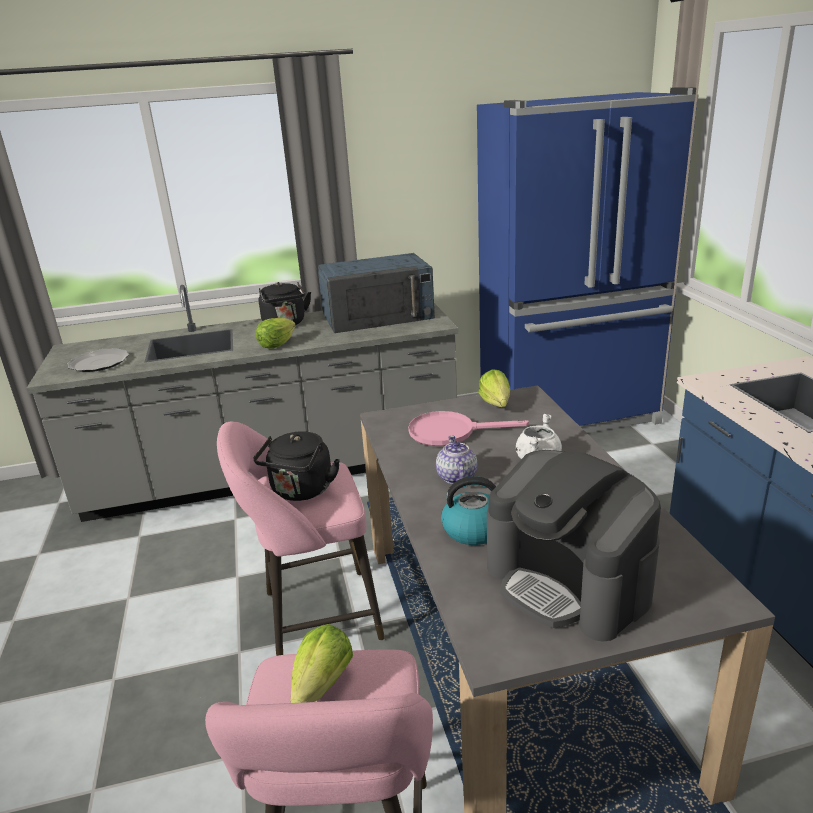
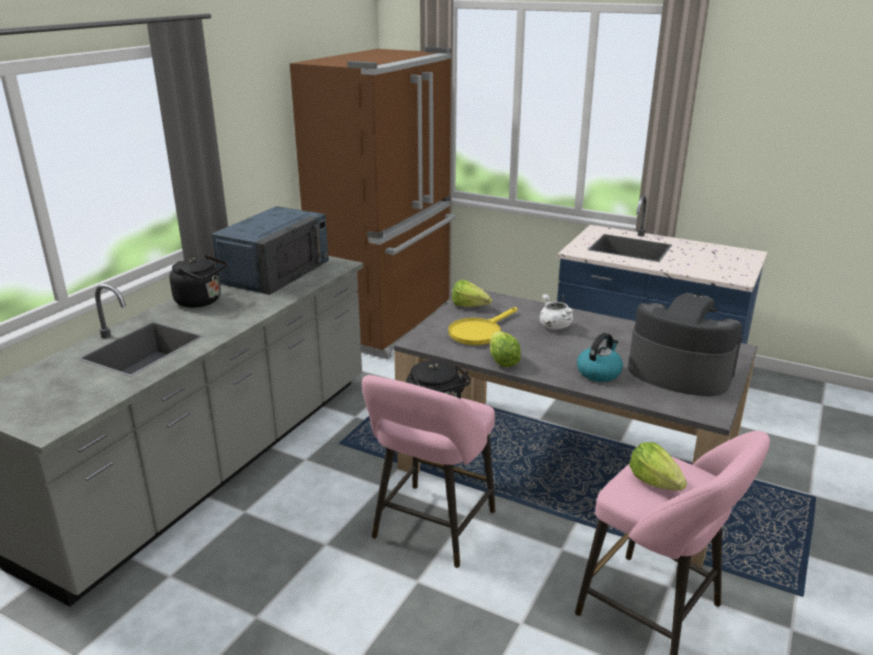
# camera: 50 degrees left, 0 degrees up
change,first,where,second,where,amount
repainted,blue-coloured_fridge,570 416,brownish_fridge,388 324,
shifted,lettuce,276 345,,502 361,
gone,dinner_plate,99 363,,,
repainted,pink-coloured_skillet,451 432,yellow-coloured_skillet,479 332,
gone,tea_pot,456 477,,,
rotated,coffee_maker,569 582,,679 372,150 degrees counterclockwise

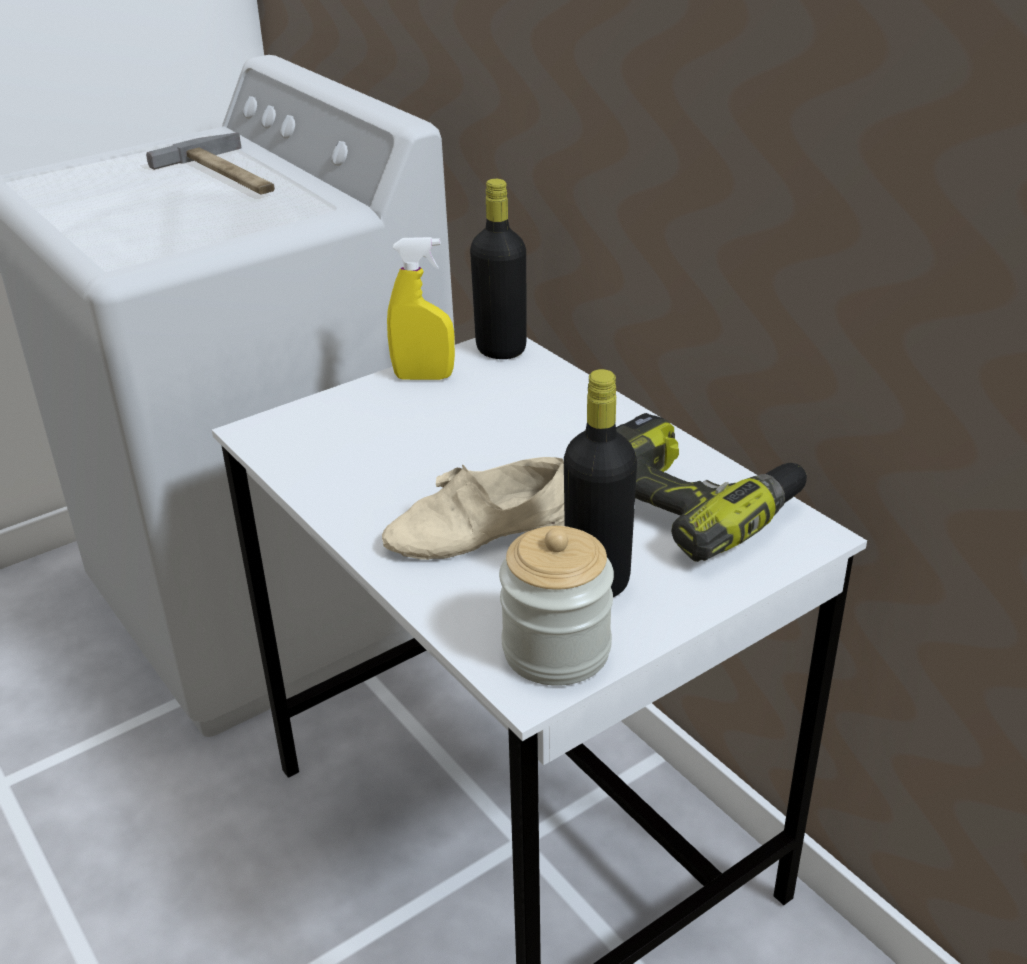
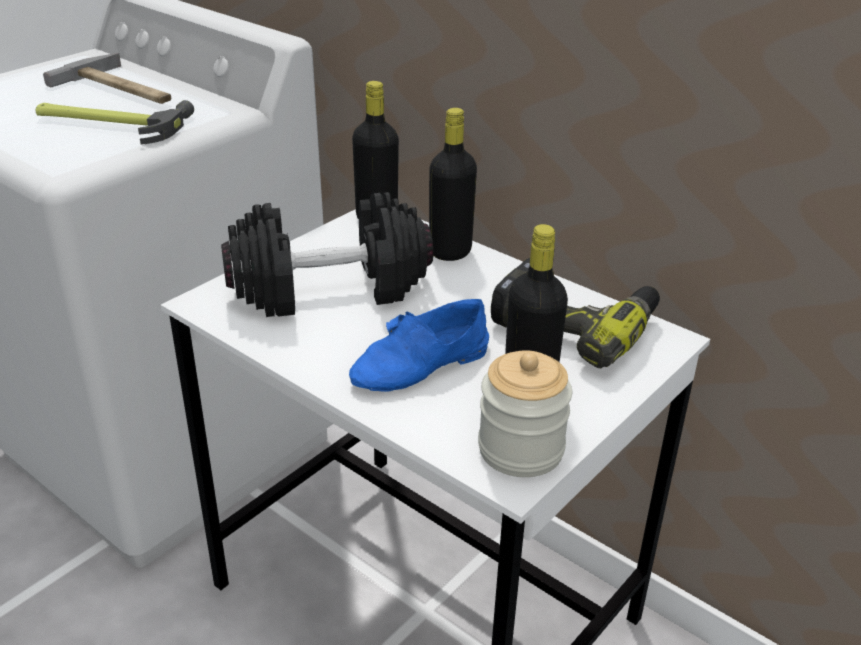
# camera: 15 degrees left, 0 degrees up
change,first,where,second,where,amount
gone,yellow-coloured_hand_sprayer,424 377,,,
repainted,beige-coloured_low_shoe,479 533,blue-coloured_low_shoe,422 365,
new,,,hammer,108 123,
new,,,blackish_drink_bottle,450 251,
new,,,blackish_free_weight,330 288,

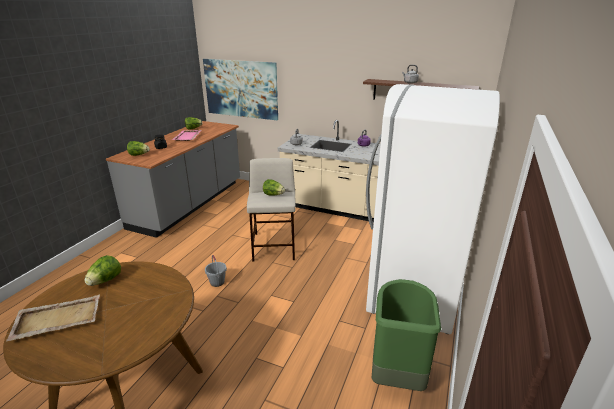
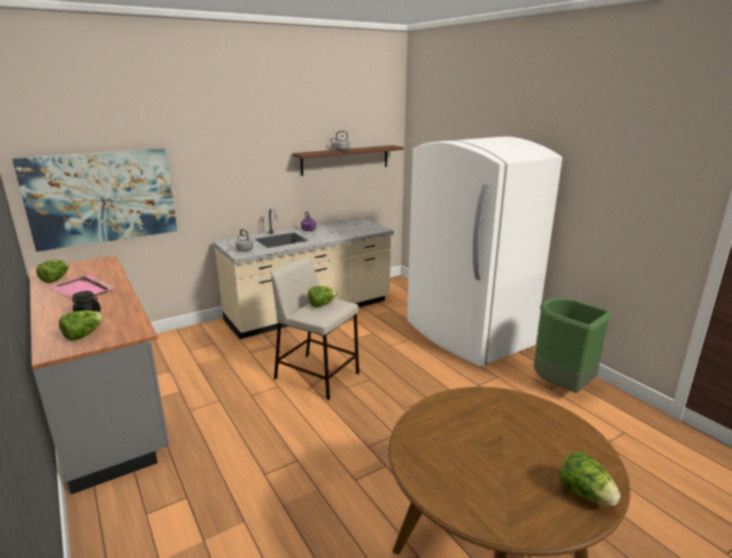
# camera: 55 degrees left, 5 degrees down
change,first,where,second,where,amount
shifted,lettuce,105 281,,585 494,
gone,greyish_water_bucket,217 282,,,
gone,beige-coloured_tray,56 319,,,

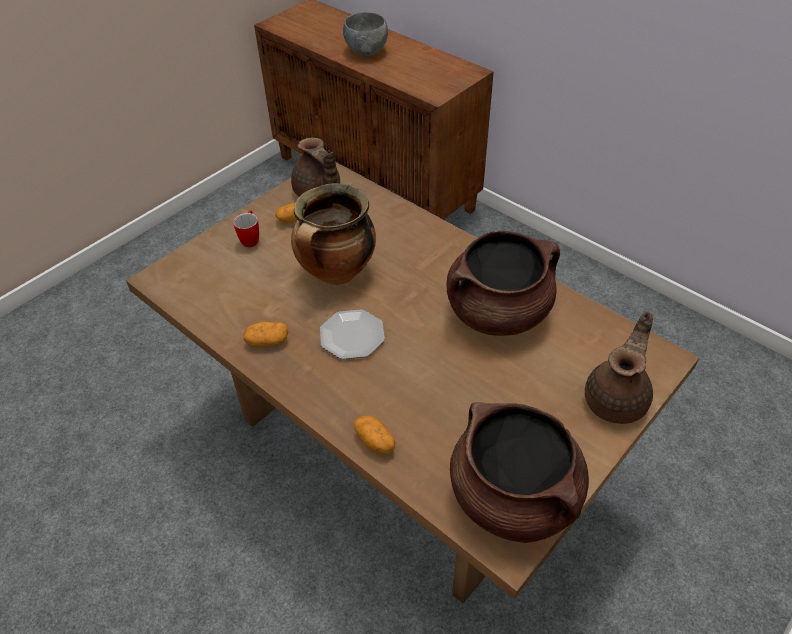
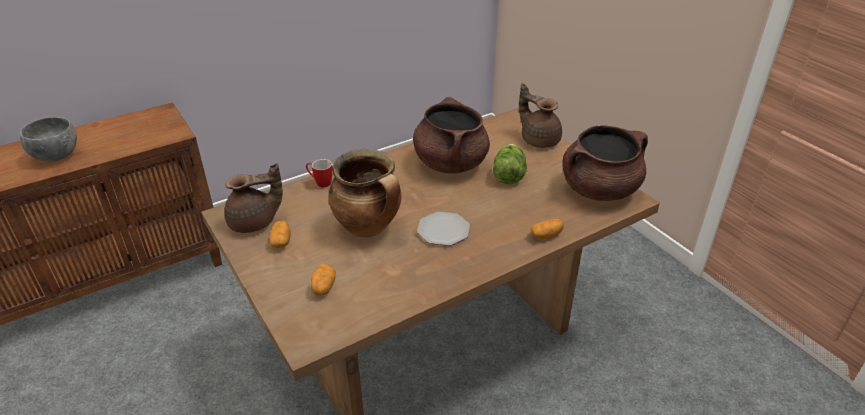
# camera: 75 degrees left, 10 degrees down
change,first,where,second,where,amount
shifted,coffee_mug,251 239,,320 183,
shifted,potato,267 341,,323 287,
new,,,lettuce,508 174,

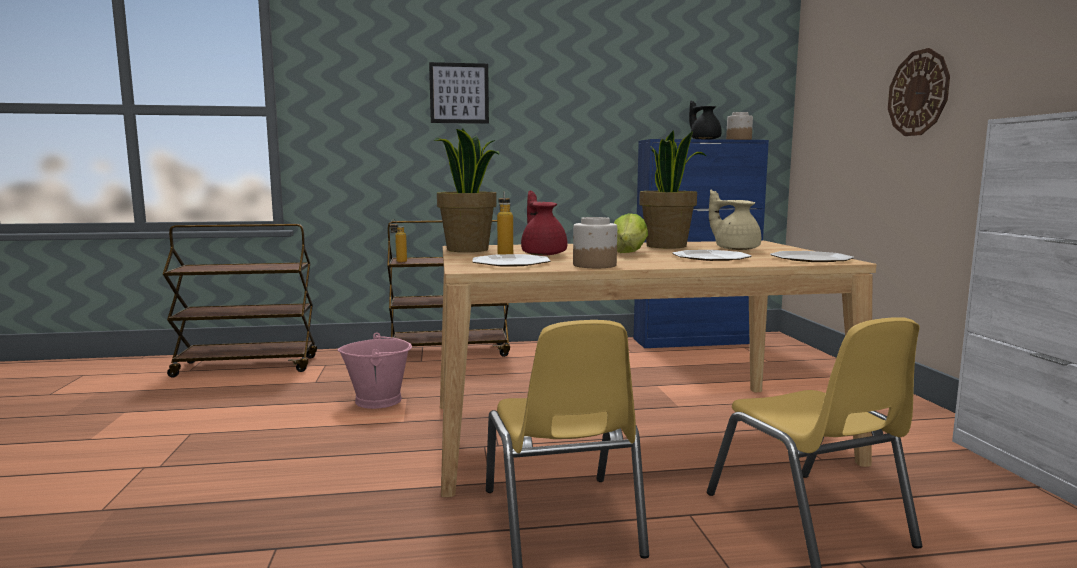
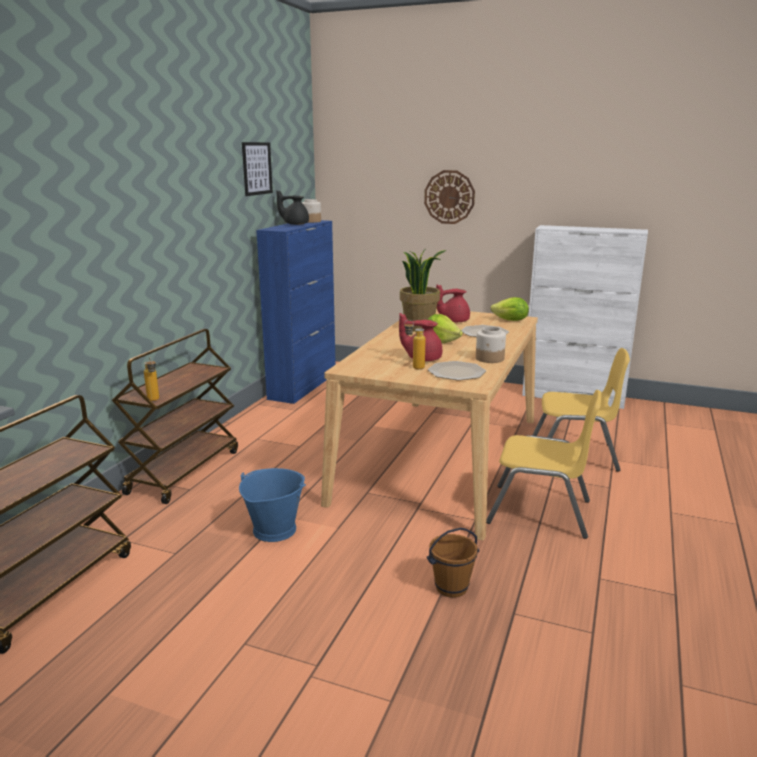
# camera: 60 degrees left, 10 degrees up
change,first,where,second,where,amount
shifted,wall_picture,459 93,,257 168,
gone,houseplant,468 250,,,
repainted,beige-coloured_tea_pot,735 249,reddish_tea_pot,453 321,
swapped,dinner_plate,810 259,lettuce,510 321,
repainted,pink-coloured_water_bucket,379 400,blue-coloured_water_bucket,274 529,
new,,,brownish_water_bucket,451 587,

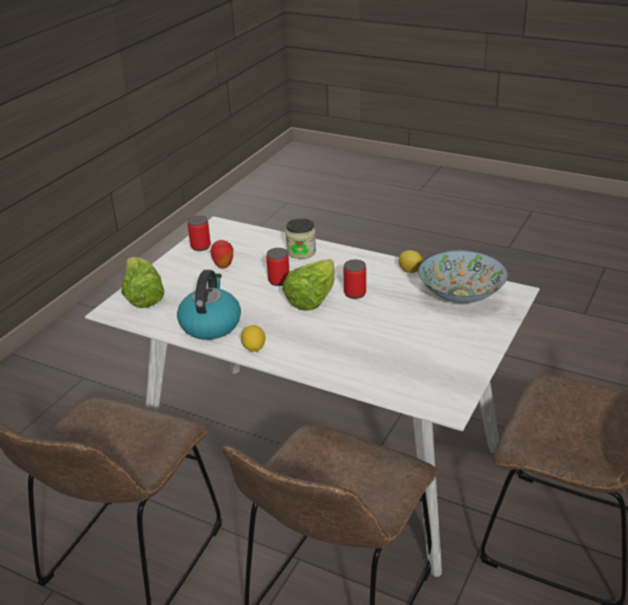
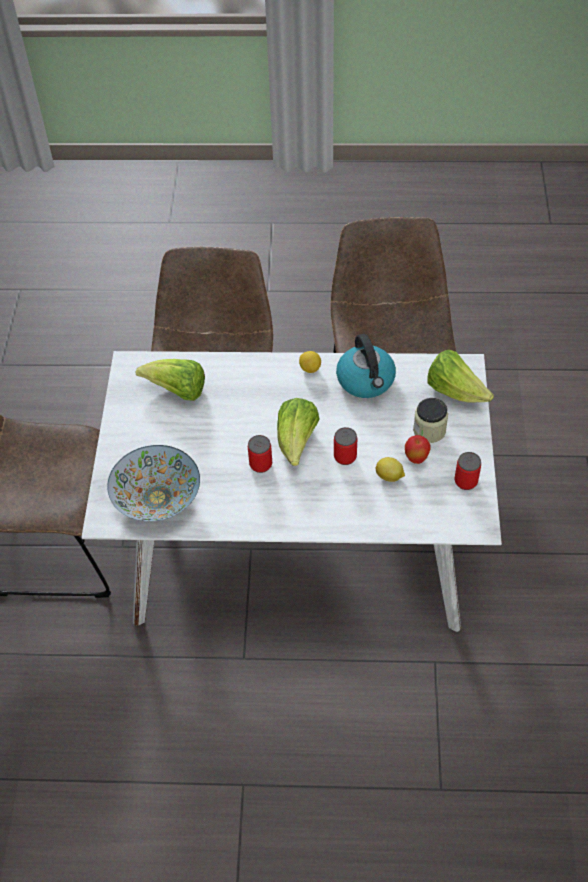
# camera: 155 degrees right, 20 degrees up
change,first,where,second,where,amount
shifted,preserve_jar,301 252,,429 430,
shifted,citrus_fruit,409 270,,389 476,
new,,,lettuce,177 391,

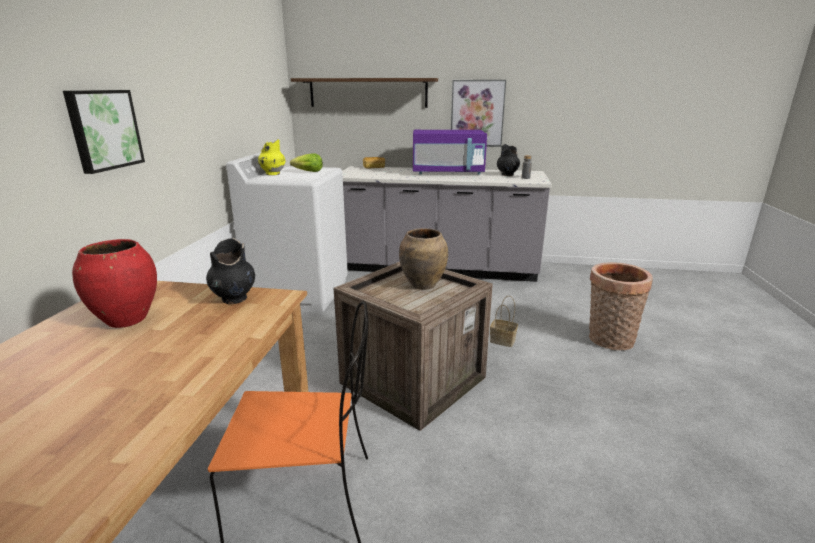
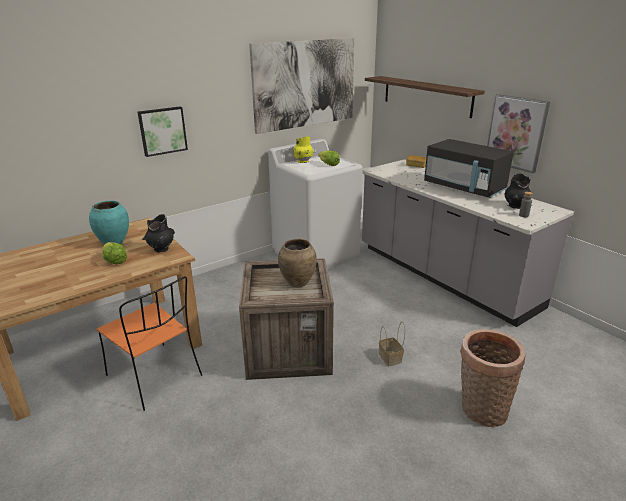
# camera: 45 degrees right, 5 degrees up
change,first,where,second,where,amount
repainted,purplish_microwave,447 172,blackish_microwave,464 188,
repainted,reddish_flower_vase,126 320,turquoise_flower_vase,114 242,
new,,,wall_picture,305 84,
new,,,lettuce,114 260,

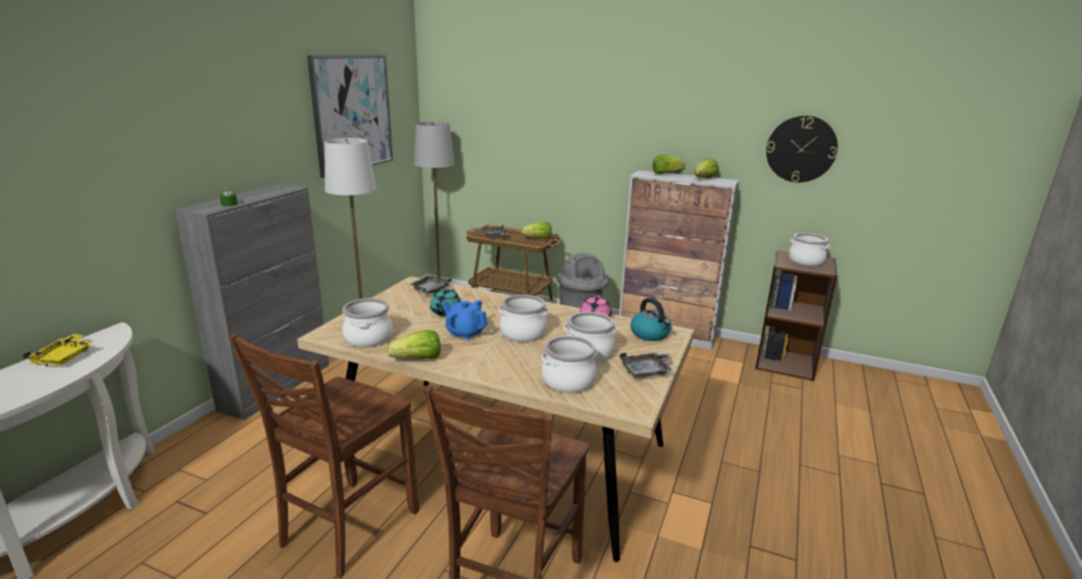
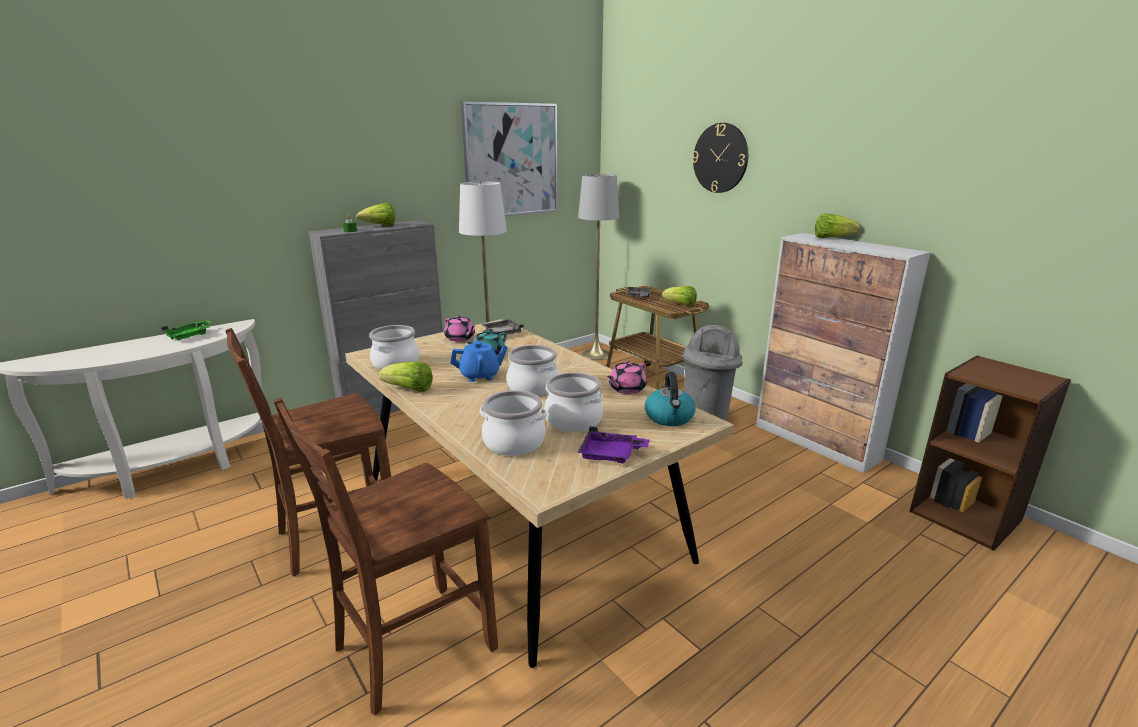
# camera: 30 degrees right, 0 degrees up
change,first,where,second,where,amount
shifted,wall_clock,801 149,,720 158,
shifted,lettuce,703 179,,380 226,
gone,saucepot,806 261,,,
rotated,blue-coloured_tea_pot,465 333,,480 376,105 degrees clockwise
repainted,yellow-coloured_tray,64 357,green_tray,190 336,
repainted,greyish_tray,646 372,purplish_tray,610 455,
new,,,pink-coloured_tea_pot,460 338,

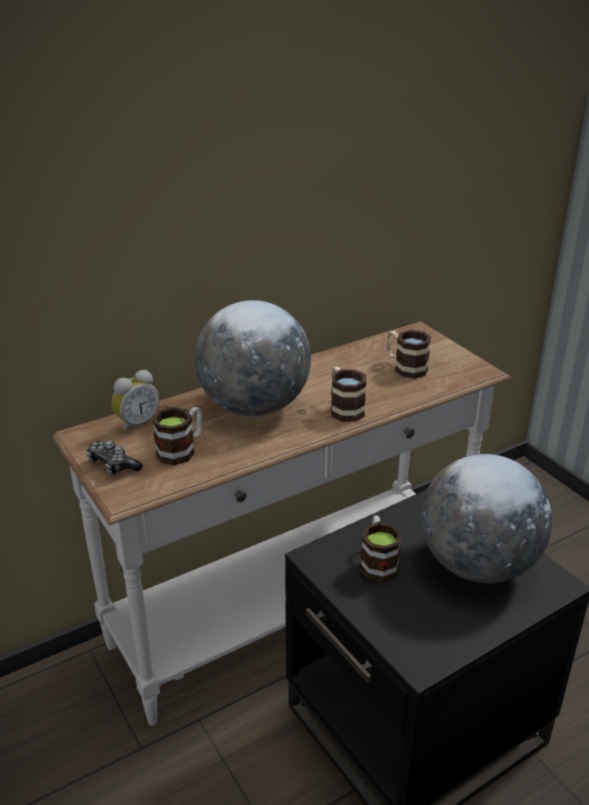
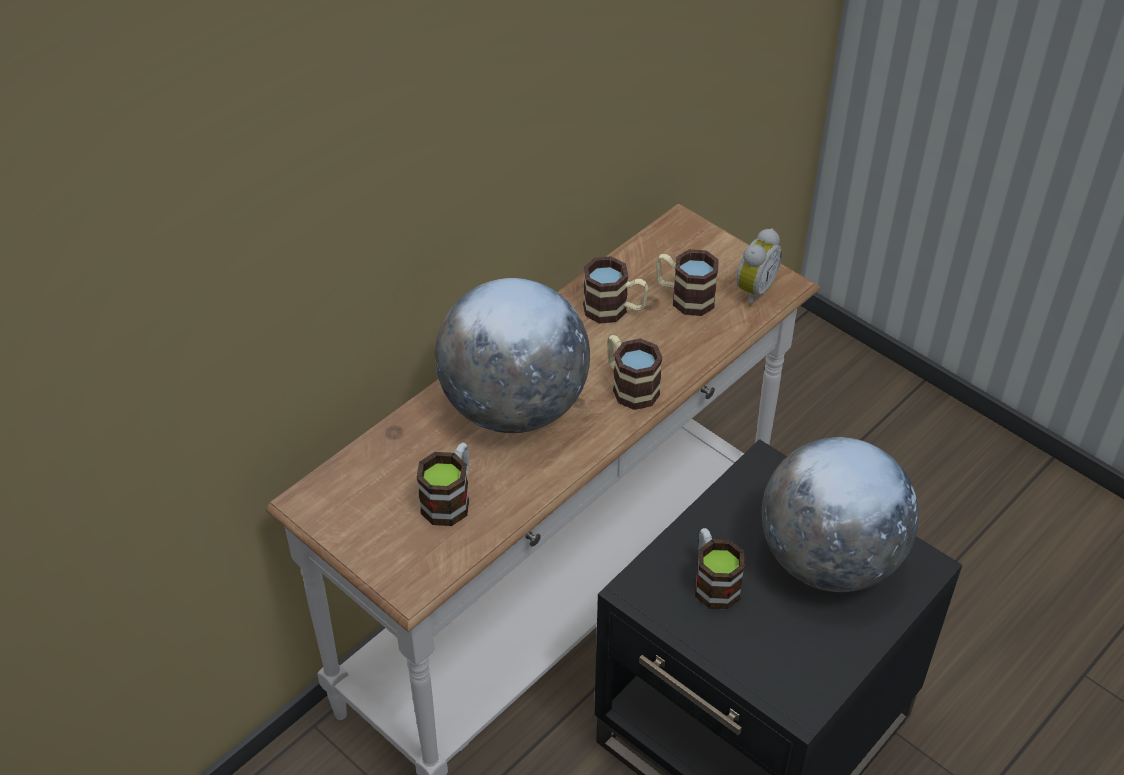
# camera: 15 degrees left, 15 degrees up
change,first,where,second,where,amount
shifted,bedside_clock,136 423,,752 290,
gone,joypad,113 465,,,
new,,,coffee_mug,614 310,

